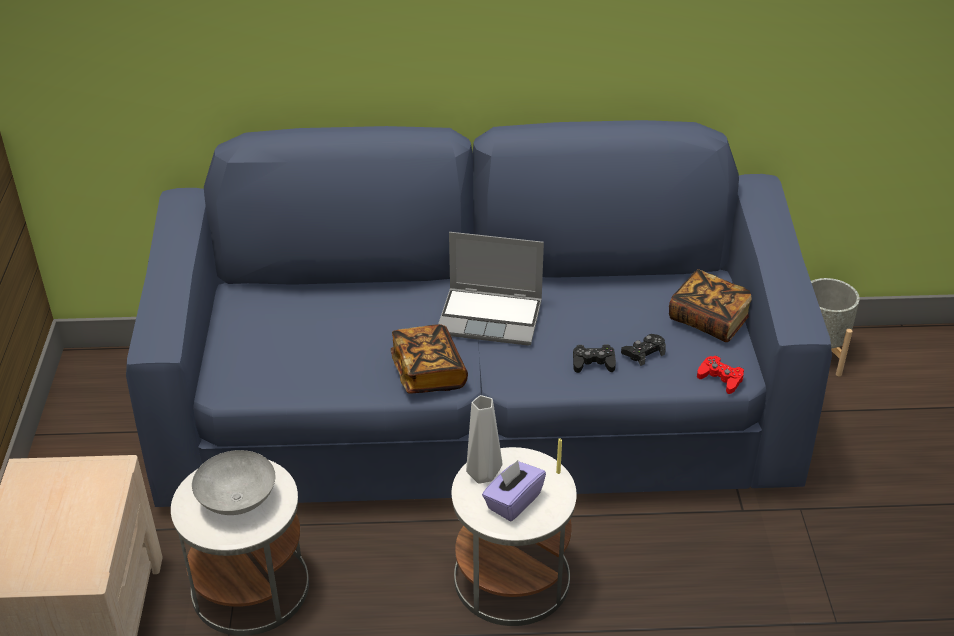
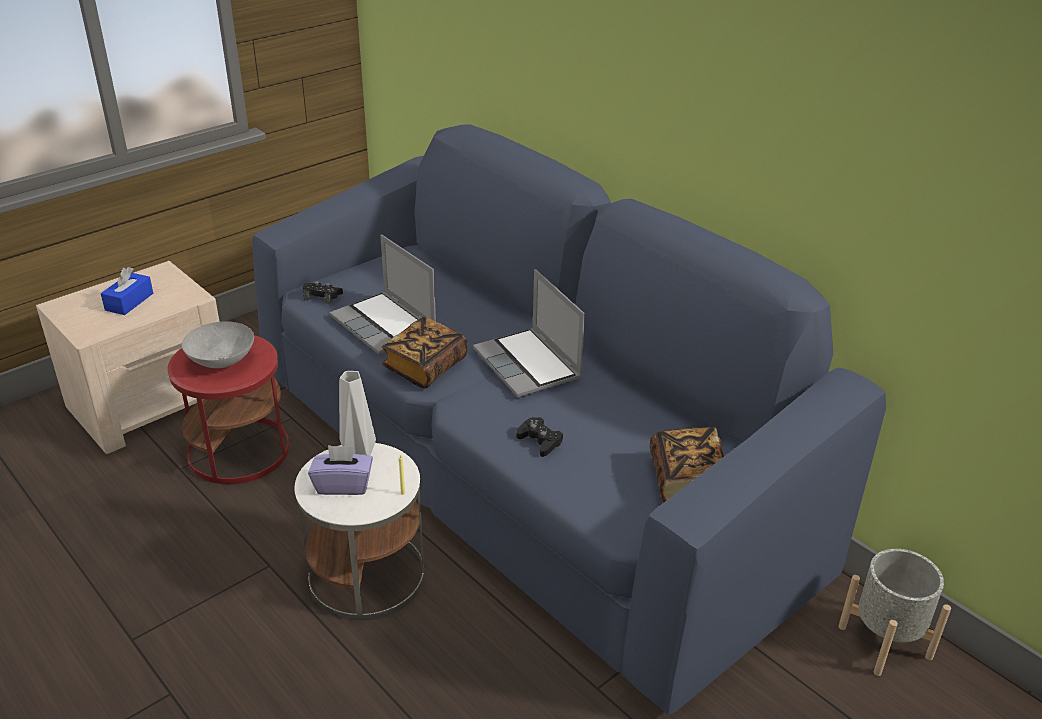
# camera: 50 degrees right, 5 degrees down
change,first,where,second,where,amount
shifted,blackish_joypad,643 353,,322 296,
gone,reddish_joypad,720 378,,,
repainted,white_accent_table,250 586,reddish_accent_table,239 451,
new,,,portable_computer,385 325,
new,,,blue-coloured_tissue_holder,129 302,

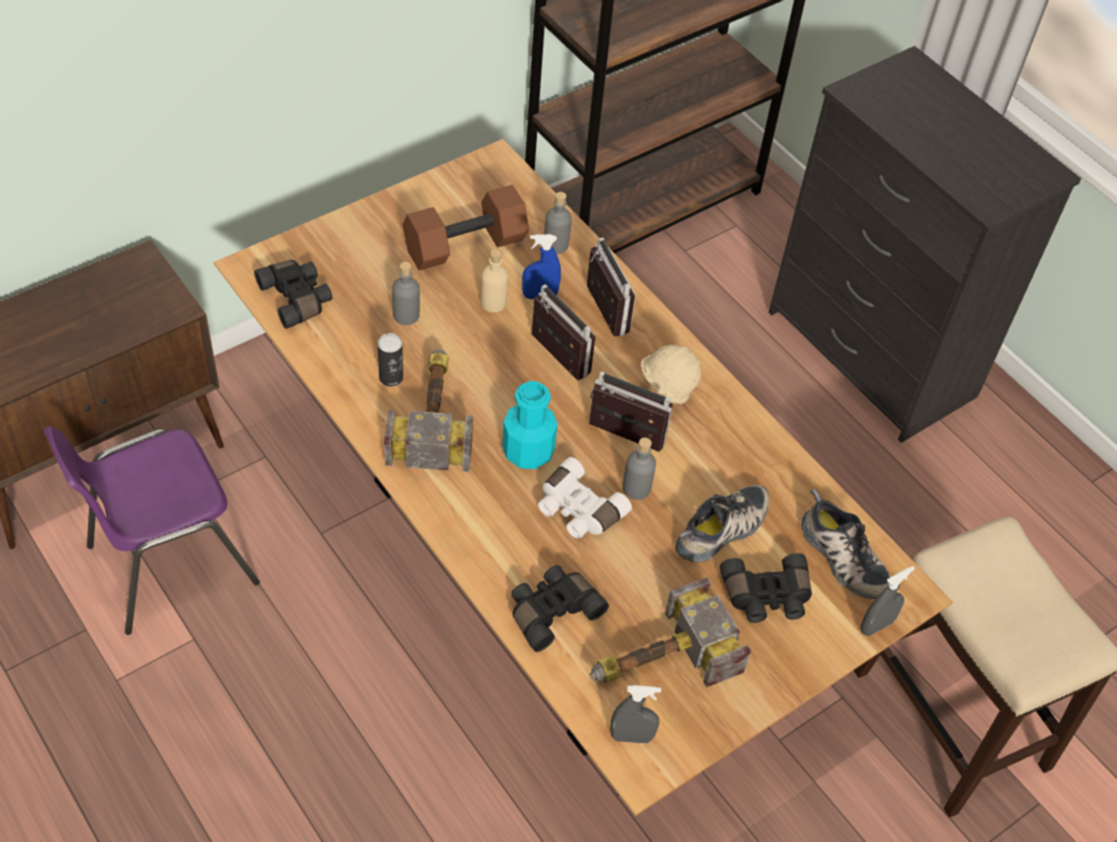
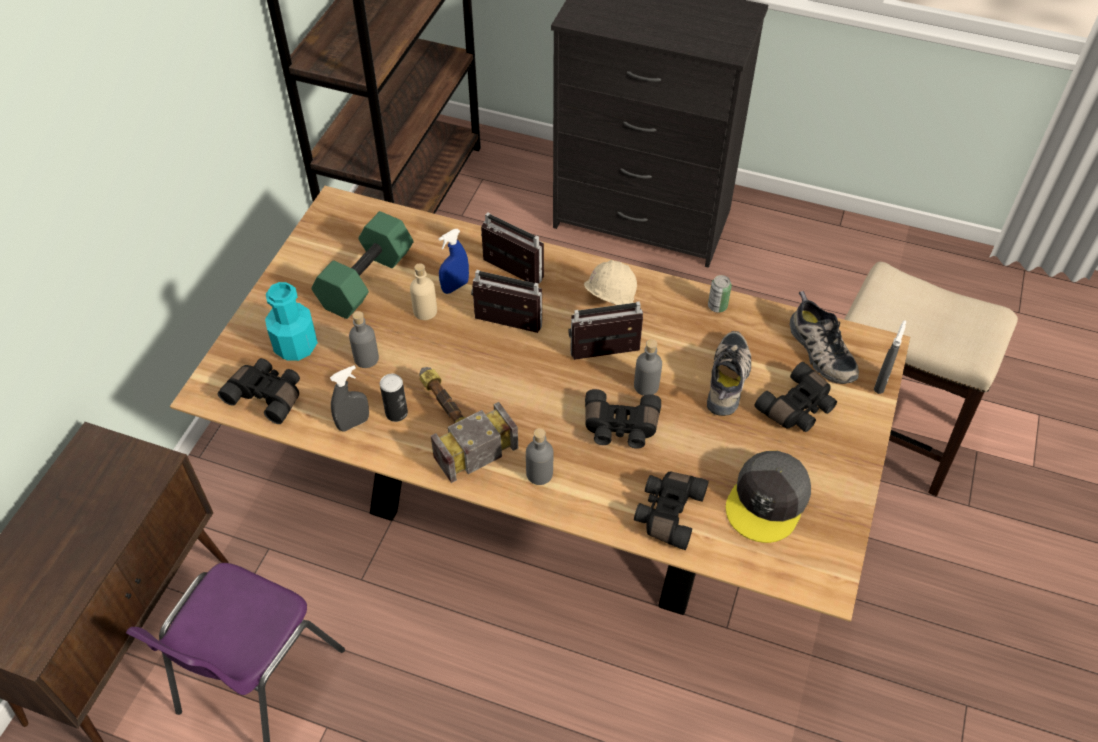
# camera: 30 degrees left, 0 degrees up
change,first,where,second,where,amount
repainted,brownish_free_weight,465 247,green_free_weight,367 281,
shifted,greyish_drink_bottle,556 245,,539 474,
shifted,turquoise_drink_bottle,528 451,,295 346,
repainted,white_binoculars,577 510,blackish_binoculars,620 428,
rotated,low_shoe,841 558,,819 350,45 degrees clockwise
swapped,hammer,656 661,greyish_baseball_cap,768 501,
shifted,greyish_hand_sprayer,631 737,,353 423,
new,,,sealed_can,717 306,

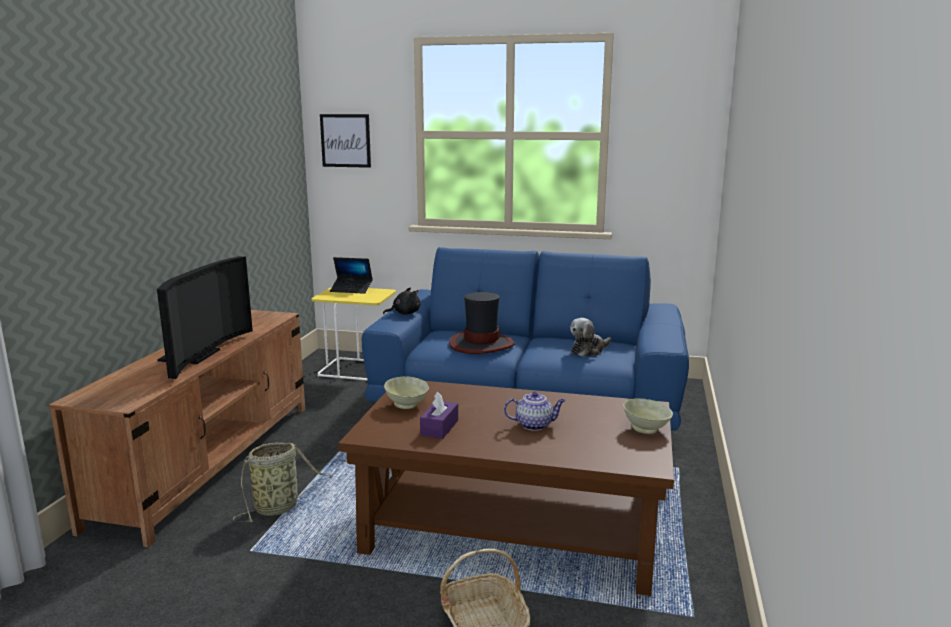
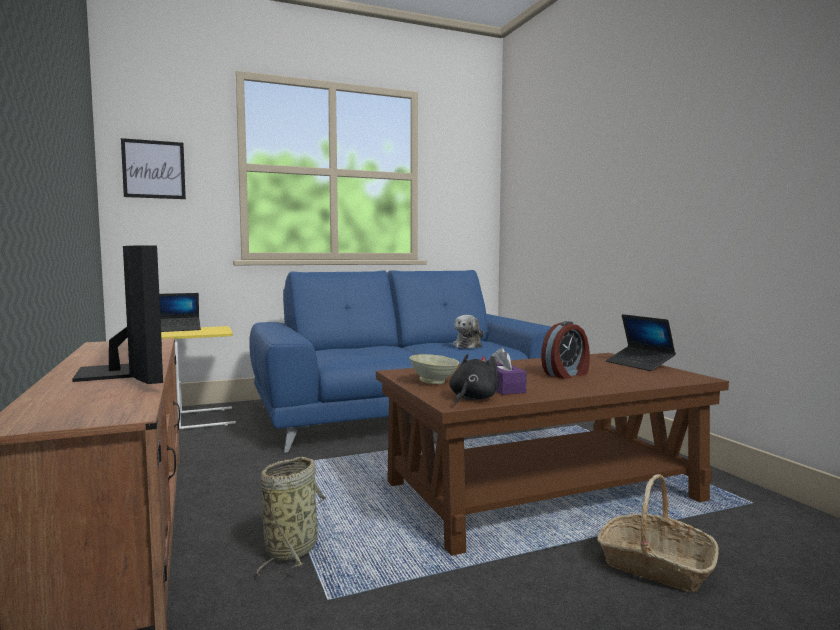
# camera: 35 degrees left, 10 degrees down
change,first,where,second,where,amount
shifted,blackish_plush_toy,404 313,,472 399,
gone,hat,481 344,,,
swapped,tea_pot,534 425,bedside_clock,566 374,
swapped,beige-coloured_serving_bowl,646 429,portable_computer,639 364,

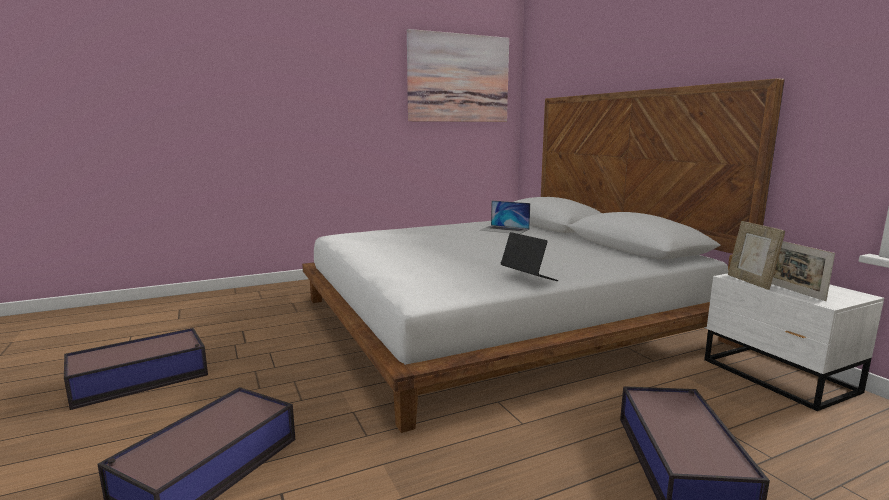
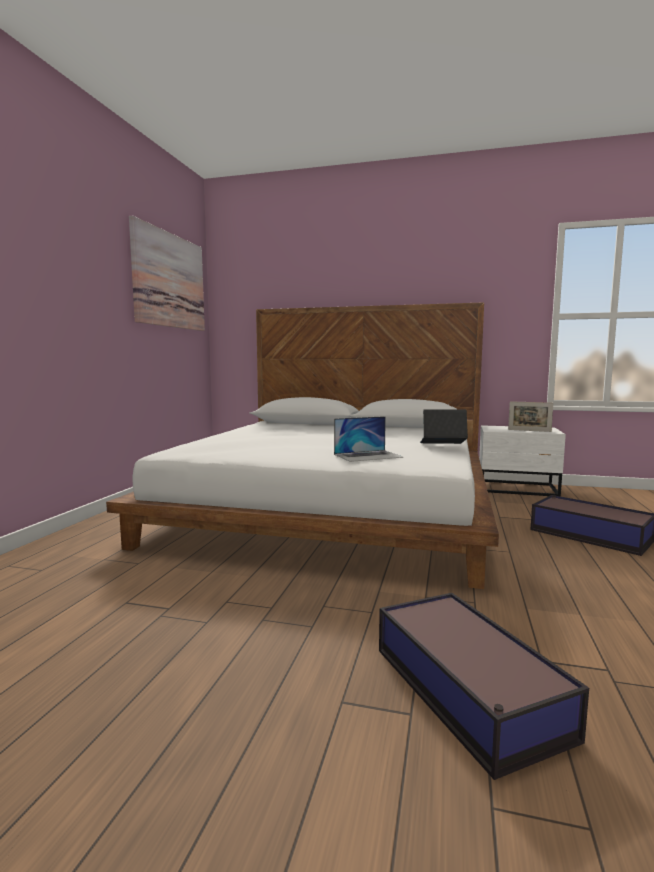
# camera: 50 degrees left, 5 degrees down
change,first,where,second,where,amount
shifted,portable_computer,505 229,,368 455,
gone,picture_frame,750 282,,,
gone,storage_box,142 379,,,

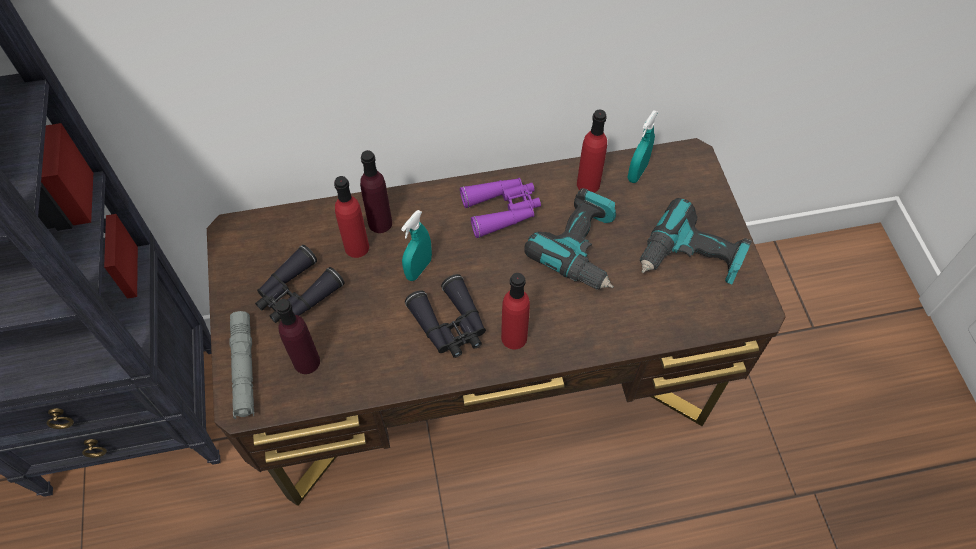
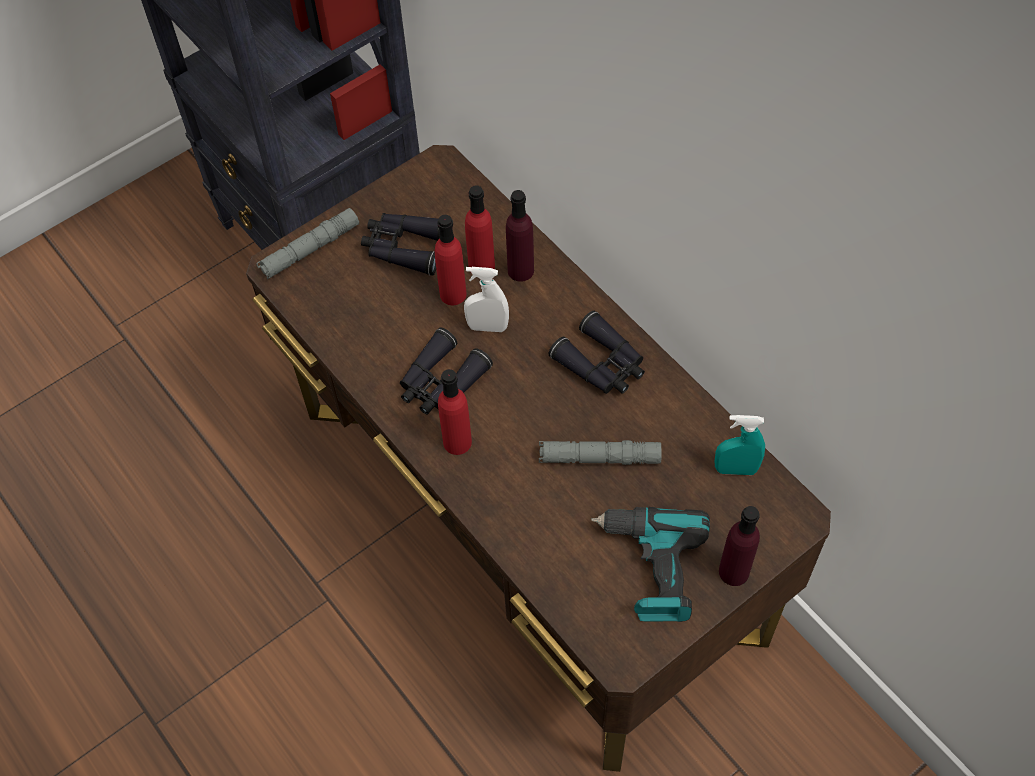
# camera: 65 degrees right, 0 degrees up
change,first,where,second,where,amount
shifted,reddish_drink_bottle,588 184,,453 294,
repainted,purplish_binoculars,502 210,blackish_binoculars,601 364,
swapped,drill,582 248,greyish_hand_torch,599 457,
repainted,turquoise_hand_sprayer,418 269,white_hand_sprayer,487 327,
shifted,purplish_drink_bottle,306 362,,733 571,

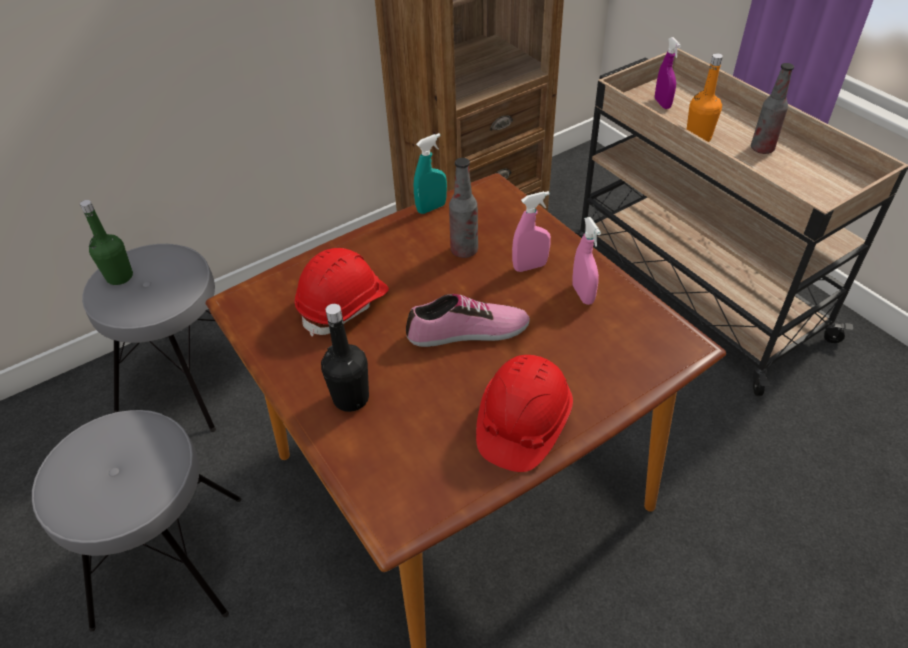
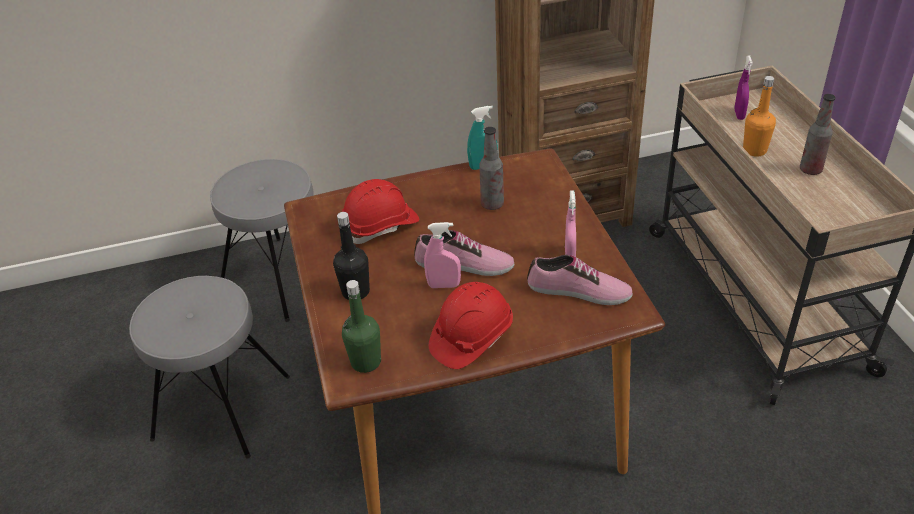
# camera: 20 degrees right, 5 degrees down
change,first,where,second,where,amount
shifted,pink-coloured_hand_sprayer,530 266,,444 285,
shifted,green_drink_bottle,120 277,,366 362,
new,,,low_shoe,579 291,

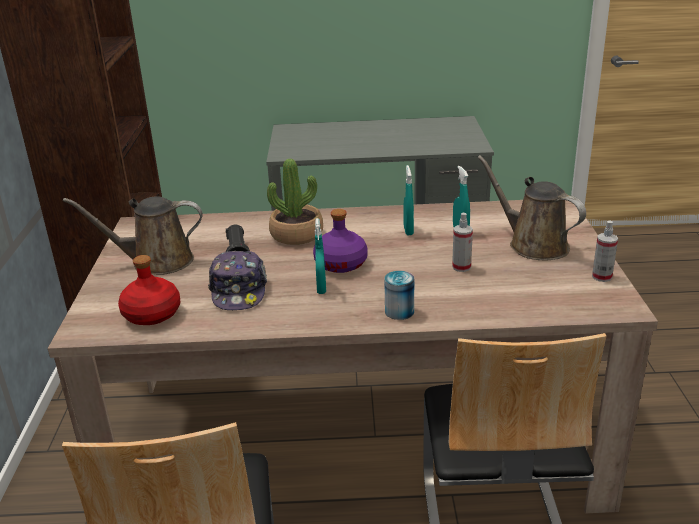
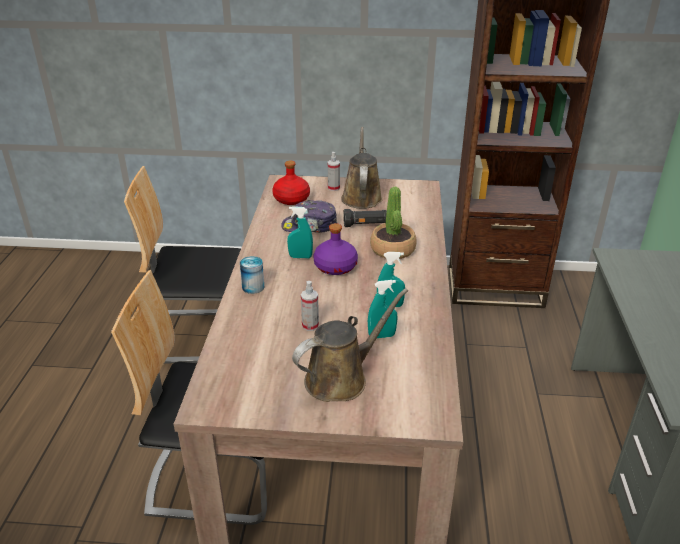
# camera: 95 degrees right, 5 degrees up
change,first,where,second,where,amount
shifted,hand_sprayer,602 277,,333 188,

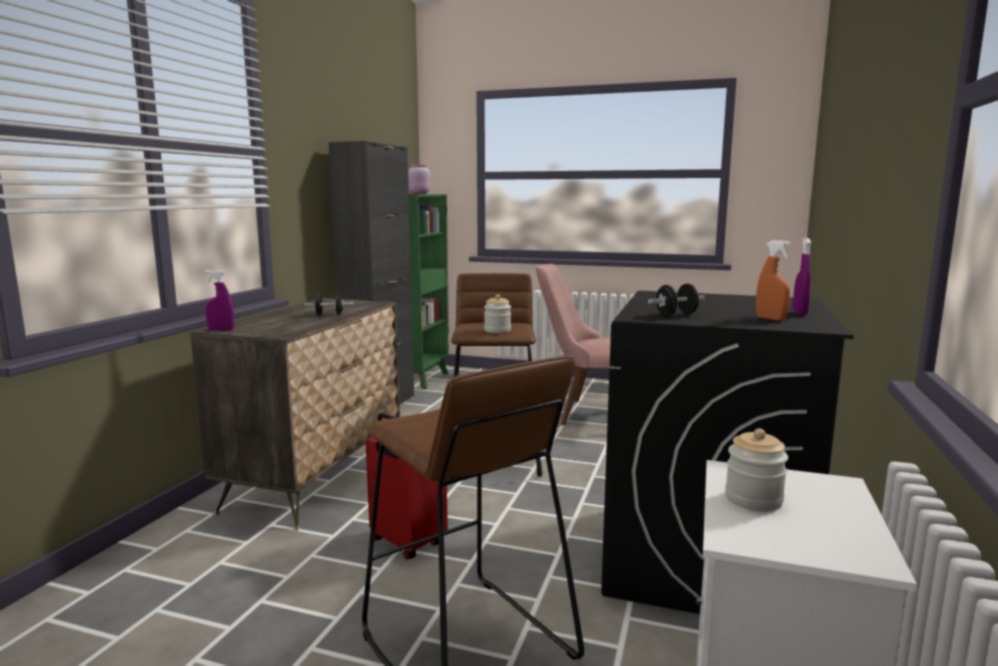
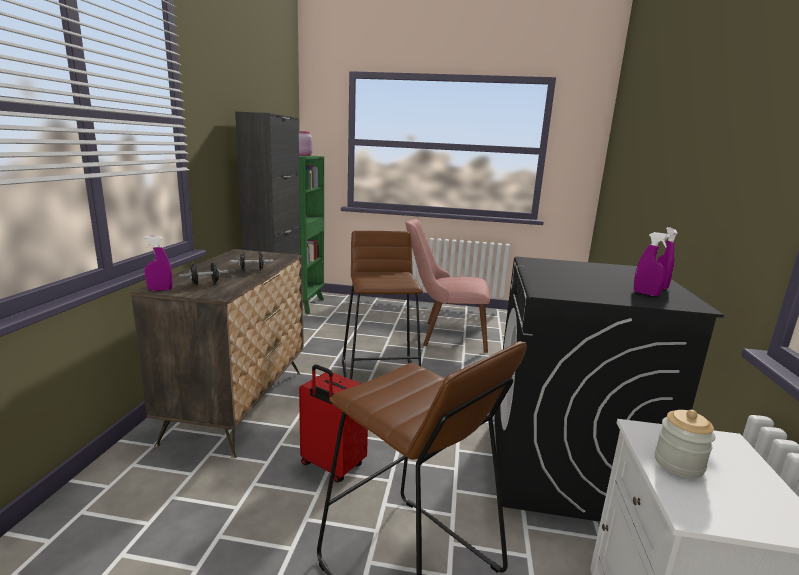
# camera: 10 degrees left, 5 degrees up
change,first,where,second,where,amount
repainted,orangey_hand_sprayer,770 319,purplish_hand_sprayer,646 294,
shifted,blackish_free_weight,676 314,,205 283,
gone,preserve_jar,497 330,,,

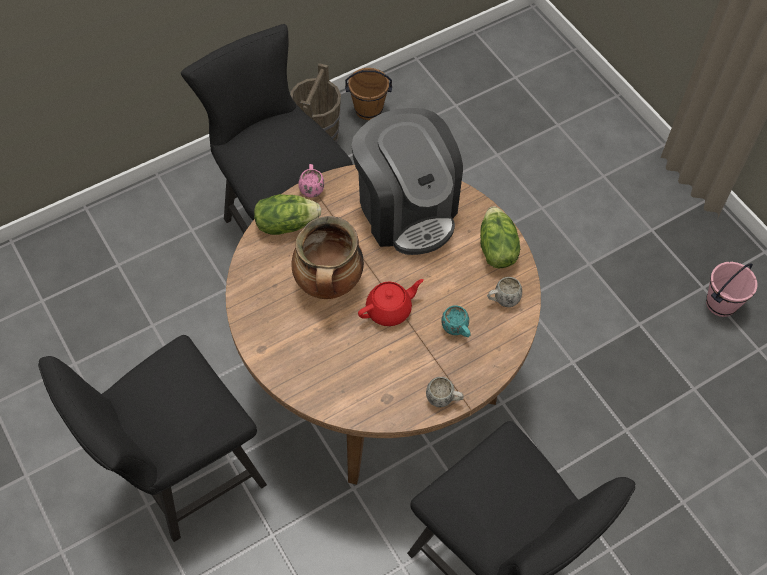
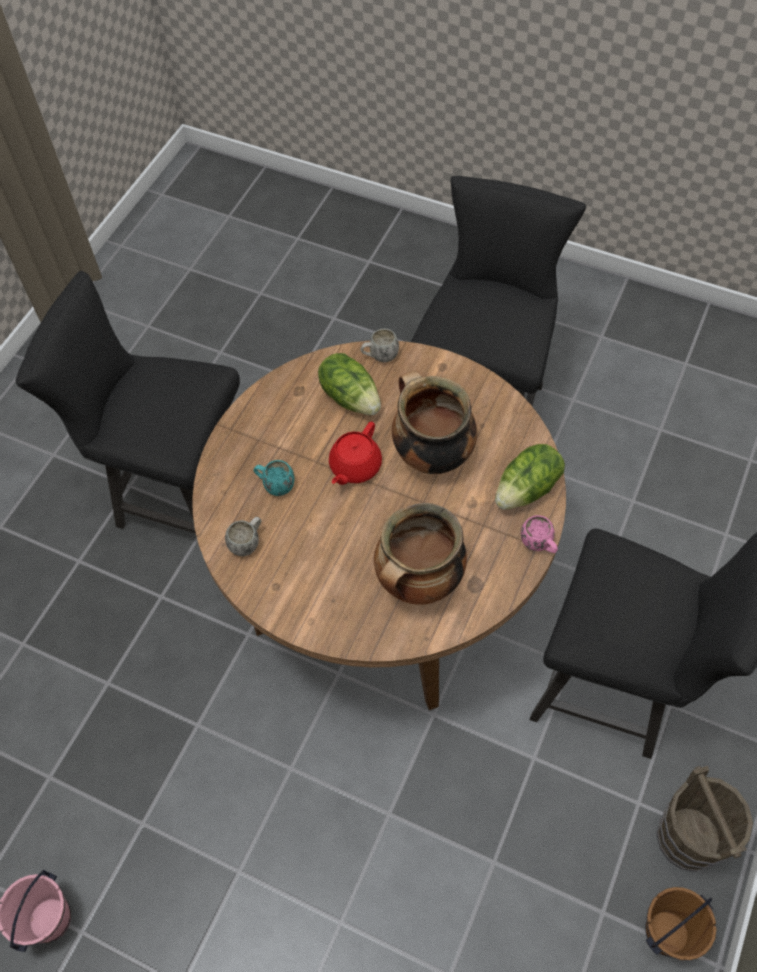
# camera: 150 degrees right, 0 degrees up
change,first,where,second,where,amount
swapped,coffee_maker,406 209,saucepot,419 583,
shifted,lettuce,496 249,,351 397,
shifted,white_coffee_mug,444 399,,379 356,

